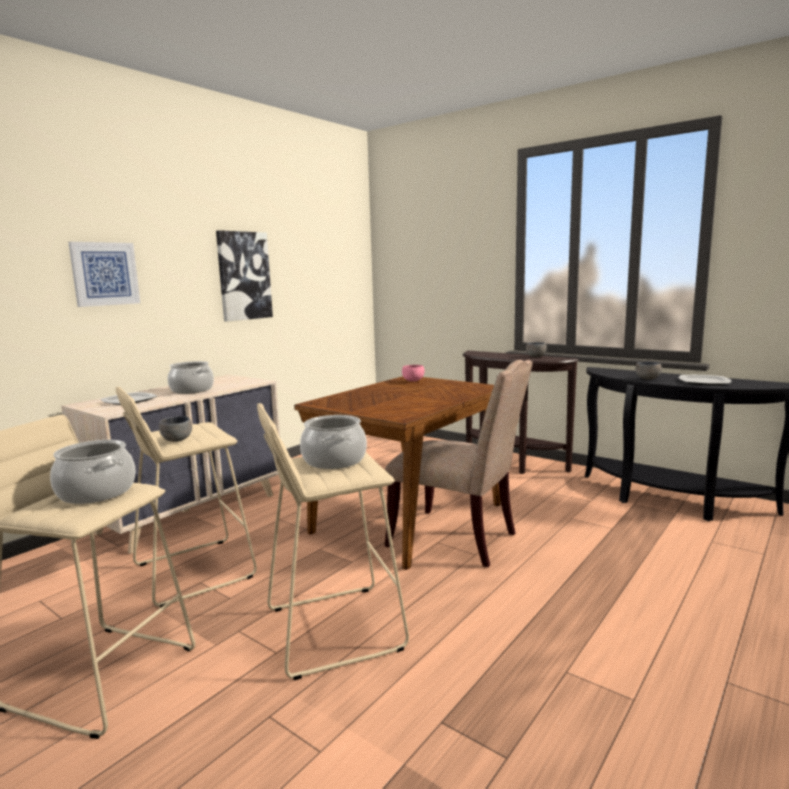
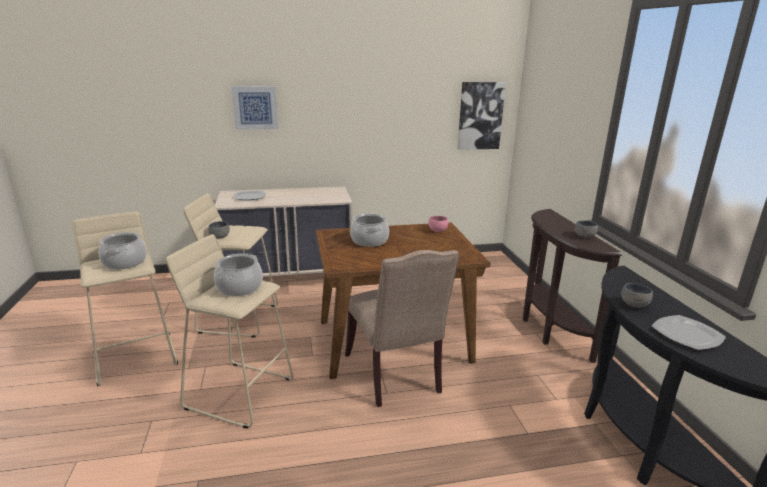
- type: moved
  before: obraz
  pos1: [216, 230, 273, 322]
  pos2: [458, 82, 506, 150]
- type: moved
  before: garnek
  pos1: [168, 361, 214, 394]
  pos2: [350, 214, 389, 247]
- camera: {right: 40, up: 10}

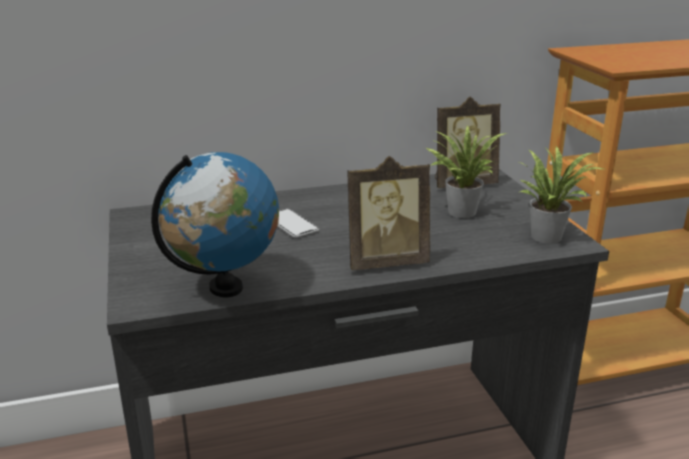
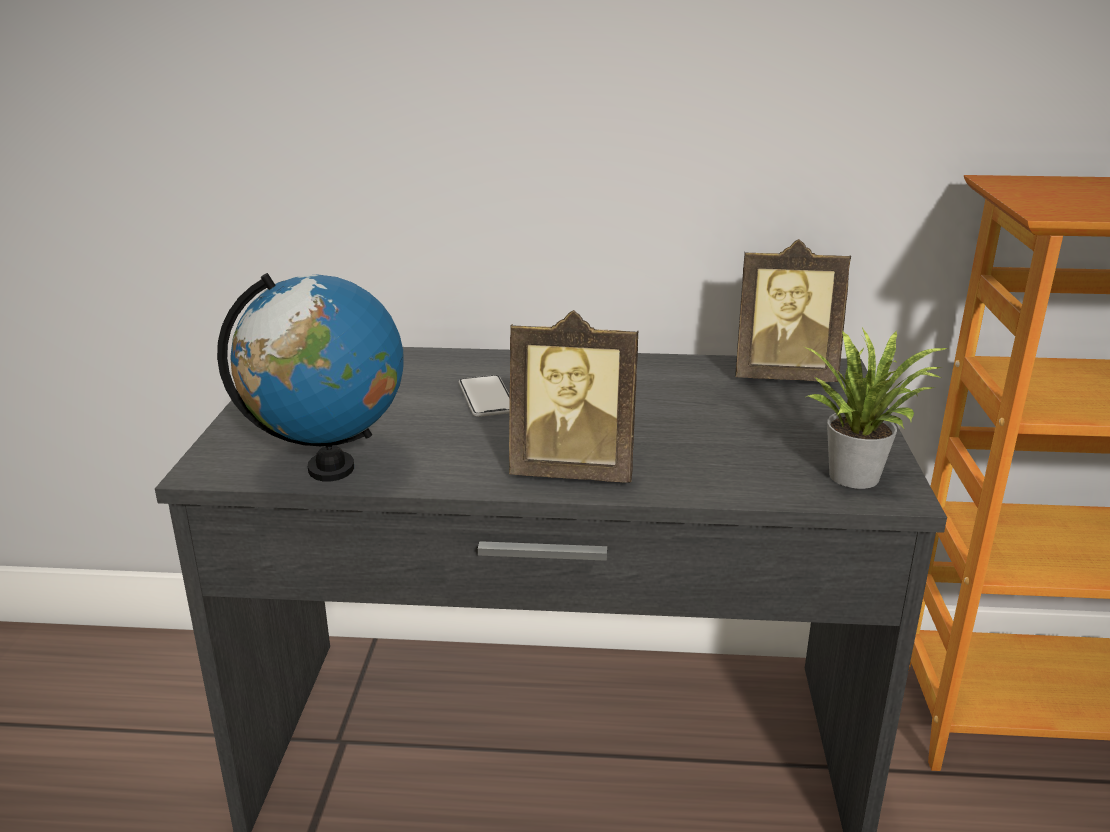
- type: removed
  before: roślina doniczkowa
  pos1: [426, 126, 507, 218]
- camera: {right: 20, up: 0}

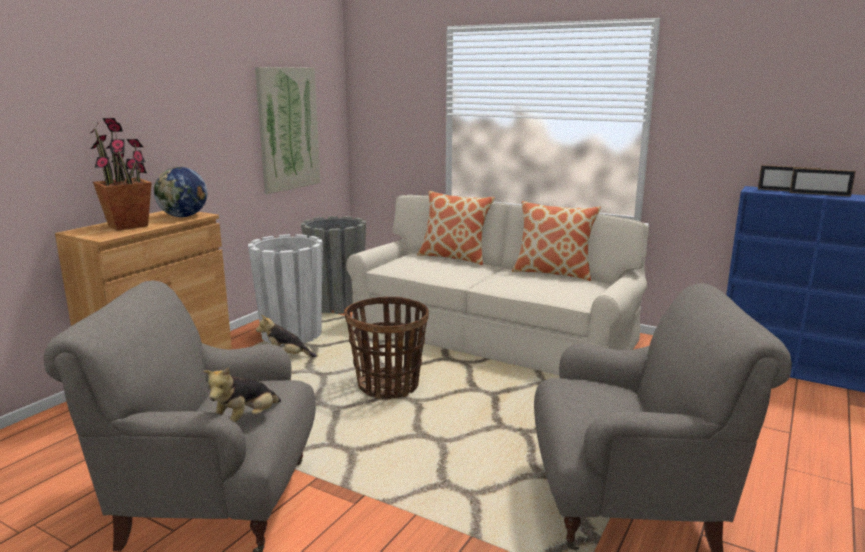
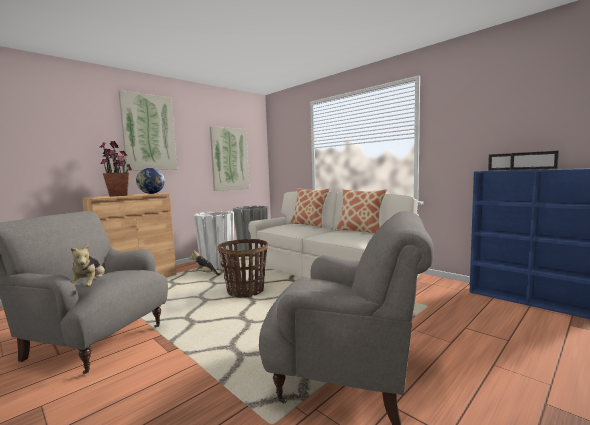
- type: turned
  before: pluszak
  pos1: [204, 367, 281, 423]
  pos2: [71, 244, 105, 287]
  turn: -60
- type: added
  after: obraz
  pos2: [118, 90, 177, 171]
- camera: {right: 15, up: -10}

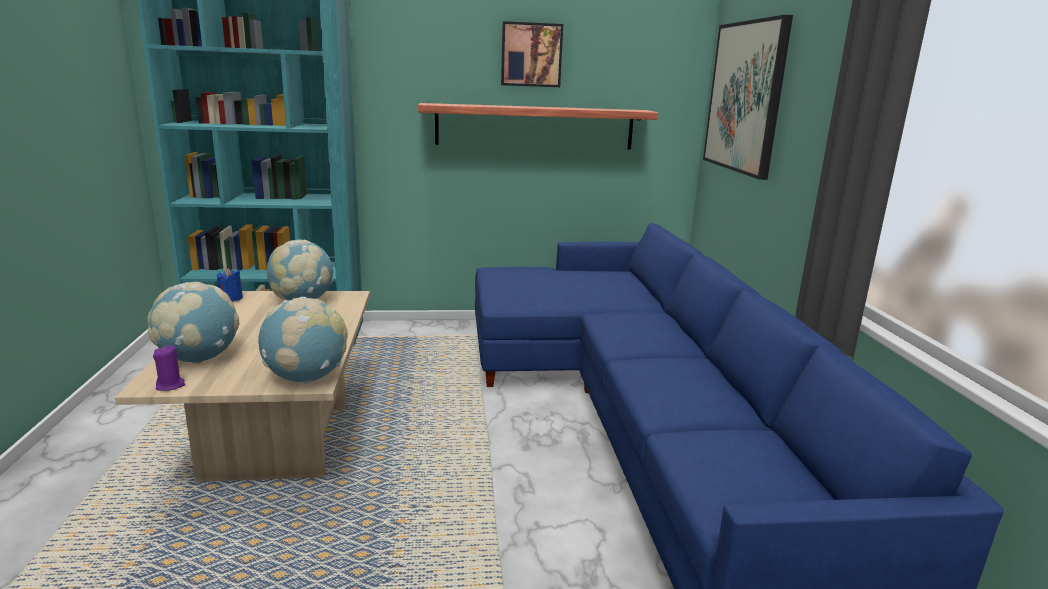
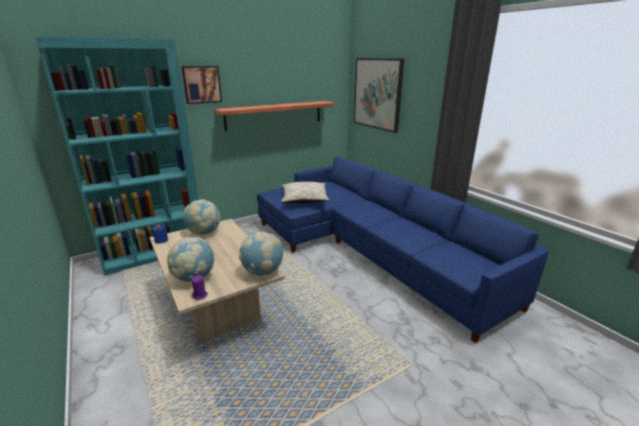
- type: moved
  before: obraz
  pos1: [501, 21, 563, 87]
  pos2: [181, 66, 222, 104]
- type: added
  after: poduszka [beżowy]
  pos2: [281, 182, 329, 203]
- camera: {right: -25, up: 5}

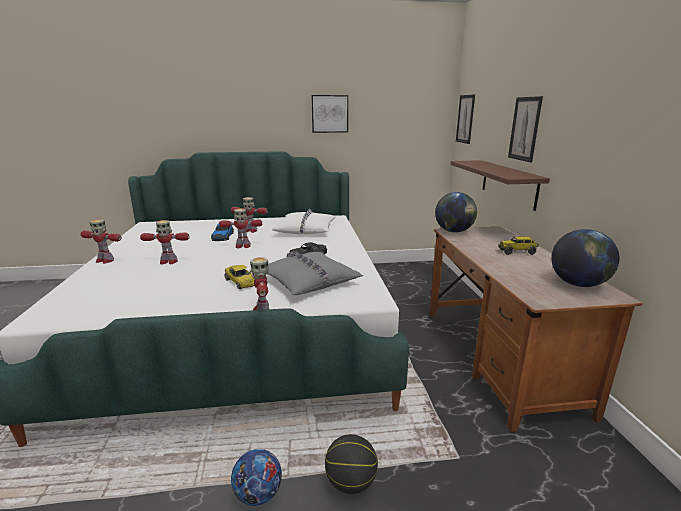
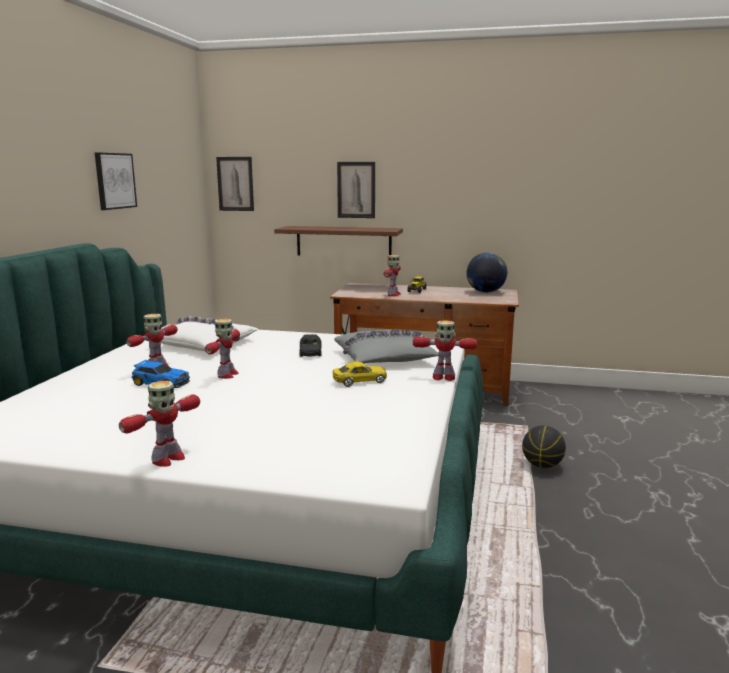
- type: removed
  before: globus
  pos1: [435, 192, 477, 232]
- type: moved
  before: robot zabawkowy
  pos1: [140, 220, 189, 265]
  pos2: [384, 255, 401, 296]
- type: removed
  before: piłka futbolowa
  pos1: [231, 449, 282, 506]
- camera: {right: -70, up: -5}

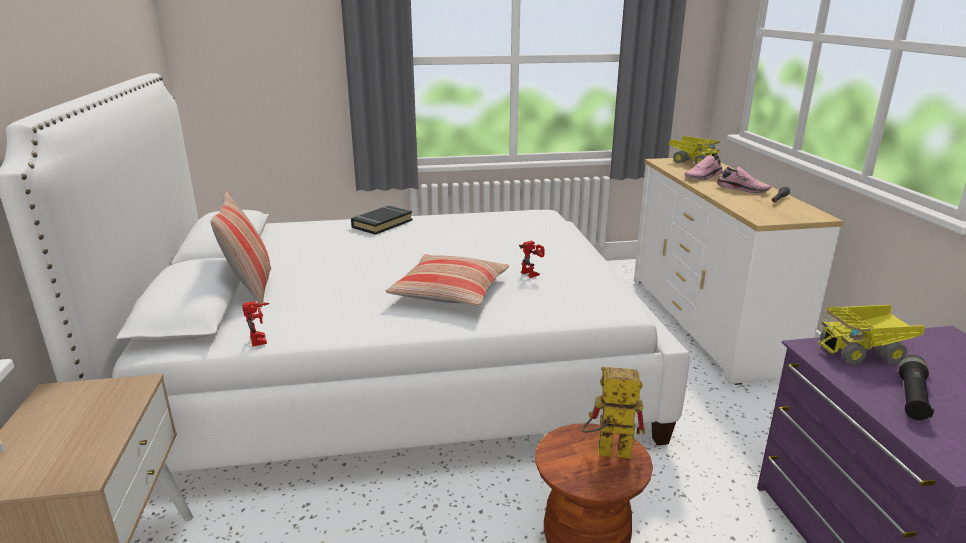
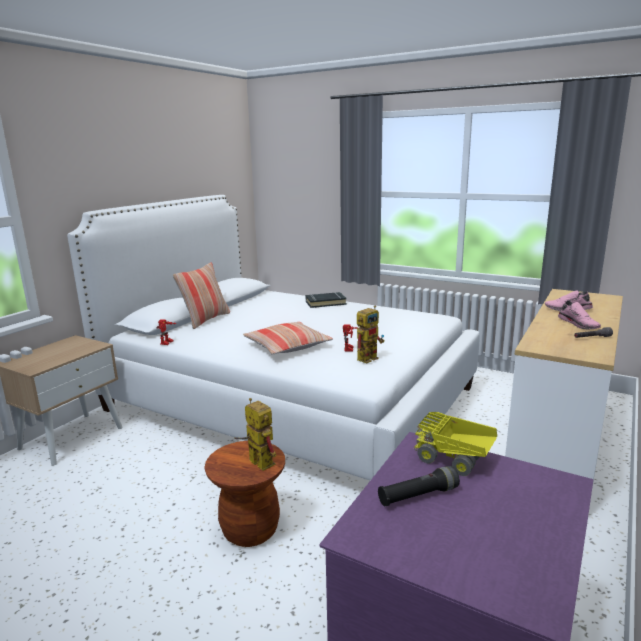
- type: removed
  before: ciężarówka zabawkowa
  pos1: [669, 136, 720, 165]
- type: added
  after: robot zabawkowy
  pos2: [357, 306, 385, 363]
- camera: {right: 40, up: -5}

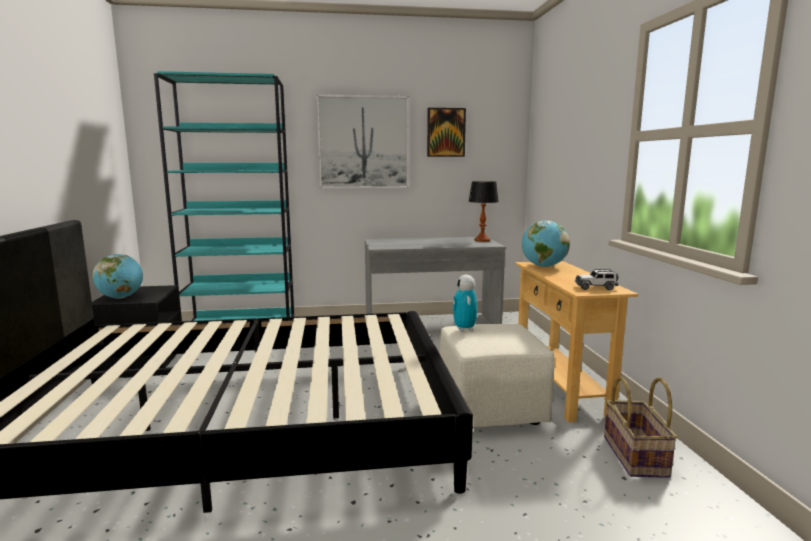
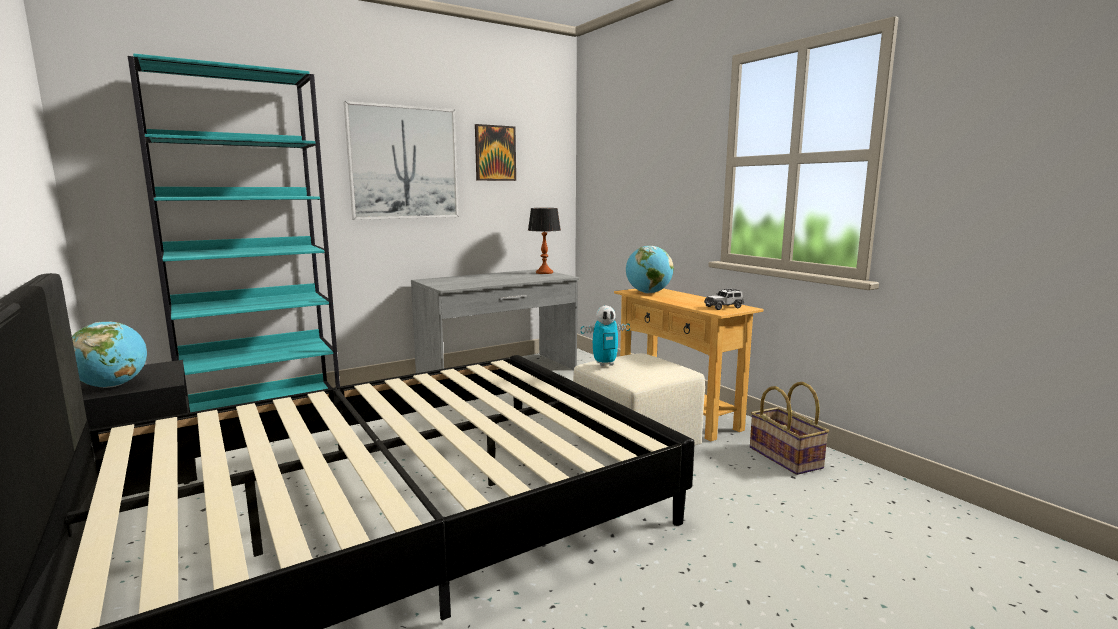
- type: turned
  before: robot zabawkowy
  pos1: [453, 275, 477, 331]
  pos2: [581, 306, 630, 366]
  turn: -75
- camera: {right: -25, up: 0}

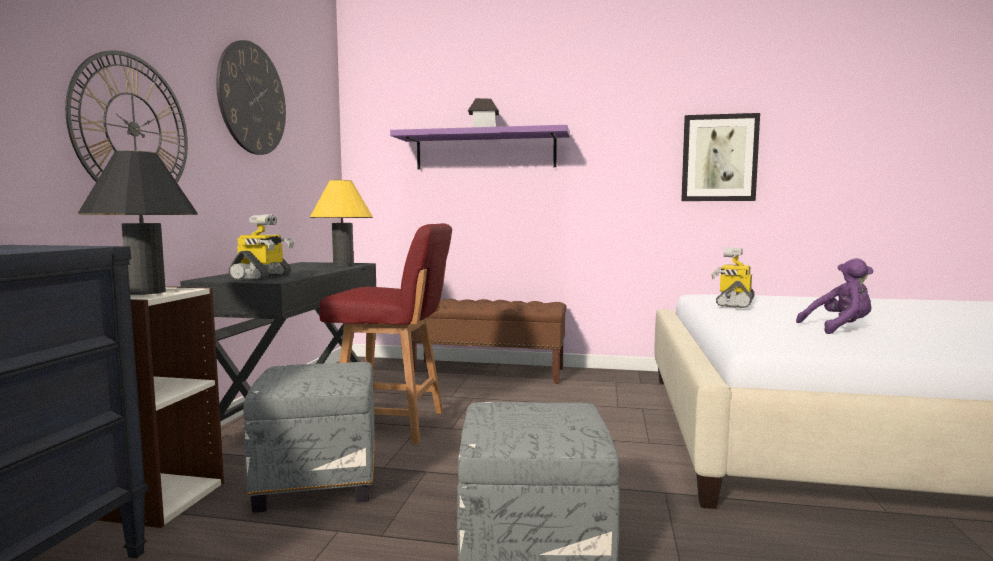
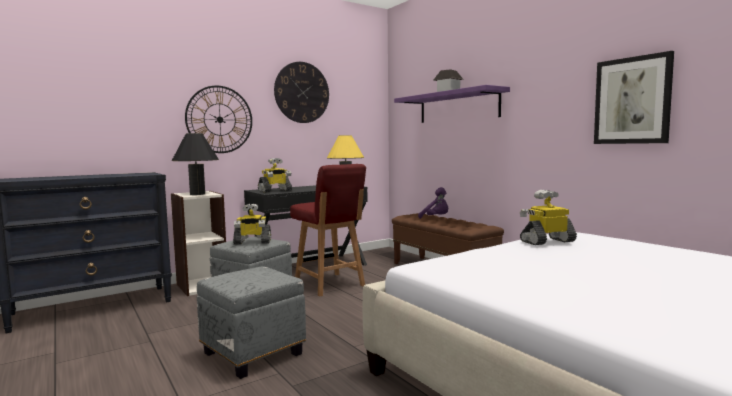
- type: moved
  before: pluszak [fioletowy]
  pos1: [796, 258, 874, 334]
  pos2: [418, 187, 448, 219]
- type: added
  after: robot zabawkowy
  pos2: [233, 204, 271, 245]
- camera: {right: 45, up: 0}

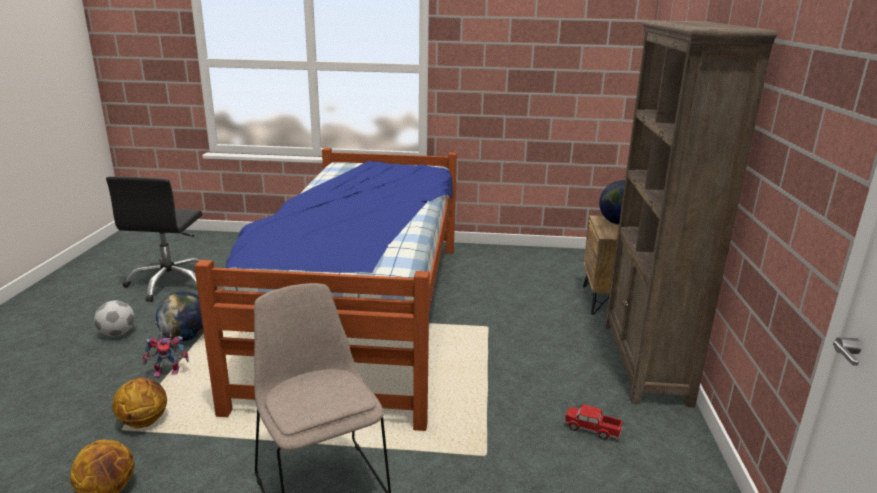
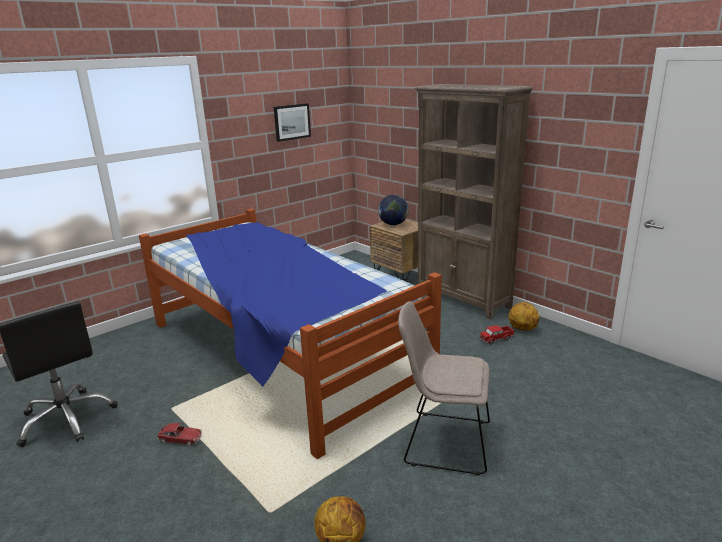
- type: replaced
  before: globus
  after: samochodzik
  pos1: [156, 291, 203, 341]
  pos2: [157, 423, 202, 446]
- type: removed
  before: piłka futbolowa
  pos1: [94, 300, 135, 337]
- type: removed
  before: robot zabawkowy
  pos1: [143, 322, 189, 378]
- type: moved
  before: piłka do koszykówki
  pos1: [112, 378, 167, 429]
  pos2: [509, 302, 539, 331]
- type: added
  after: obraz
  pos2: [274, 103, 311, 142]
- camera: {right: -45, up: 0}

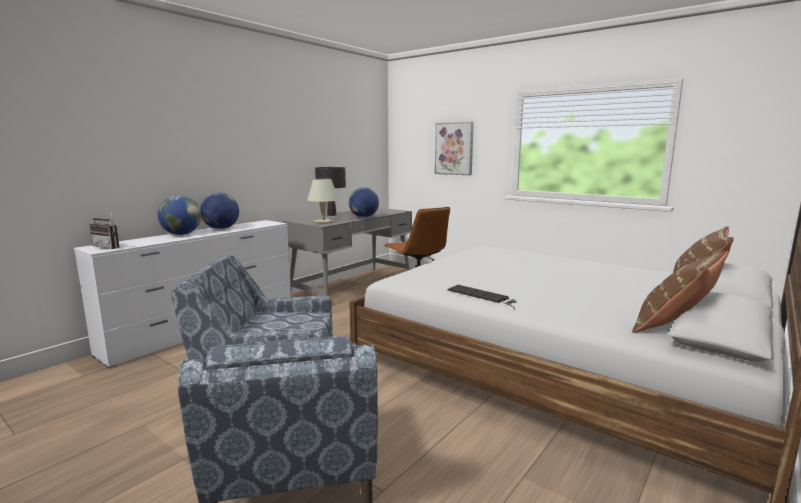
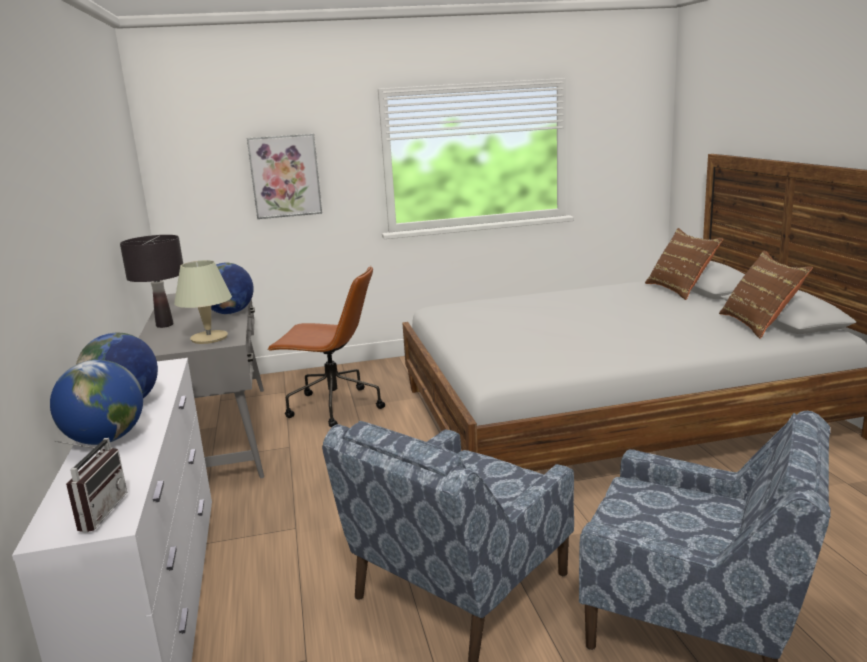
- type: turned
  before: radio
  pos1: [89, 212, 120, 249]
  pos2: [54, 438, 127, 532]
  turn: -60
- type: removed
  before: klawiatura
  pos1: [447, 285, 516, 309]
- camera: {right: -50, up: 5}

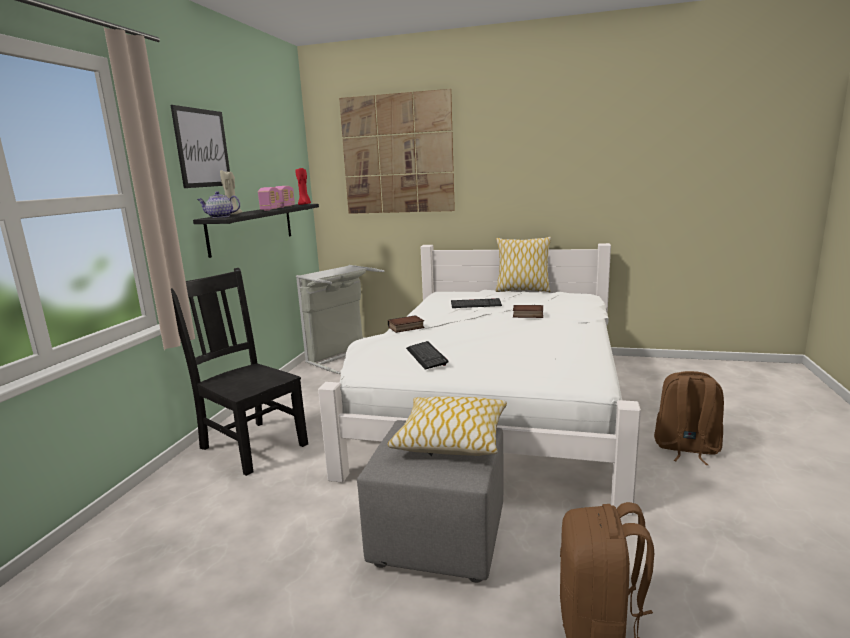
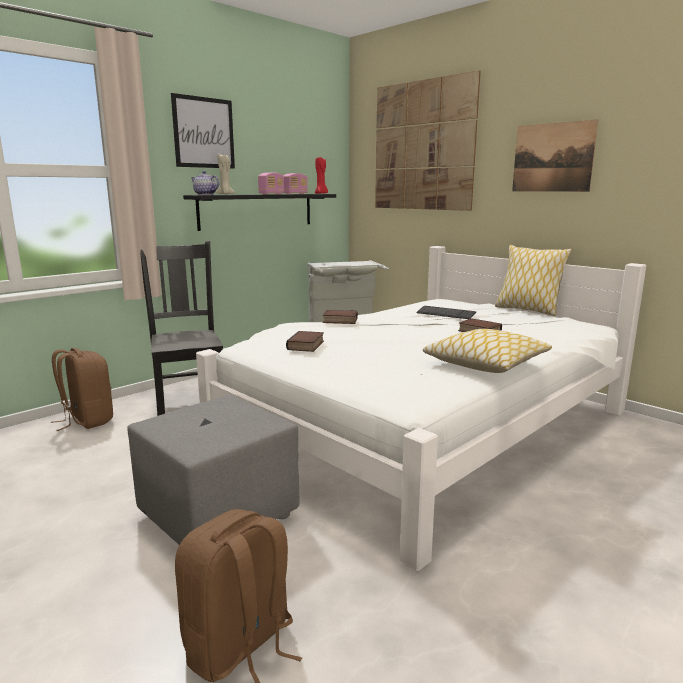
- type: replaced
  before: klawiatura
  after: książka
  pos1: [406, 341, 449, 369]
  pos2: [286, 331, 324, 352]
- type: moved
  before: plecak [brązowy]
  pos1: [654, 371, 724, 465]
  pos2: [51, 348, 113, 431]
- type: moved
  before: poduszka
  pos1: [387, 396, 507, 456]
  pos2: [423, 329, 552, 373]
- type: added
  after: obraz
  pos2: [512, 119, 598, 192]
- camera: {right: 30, up: 0}

